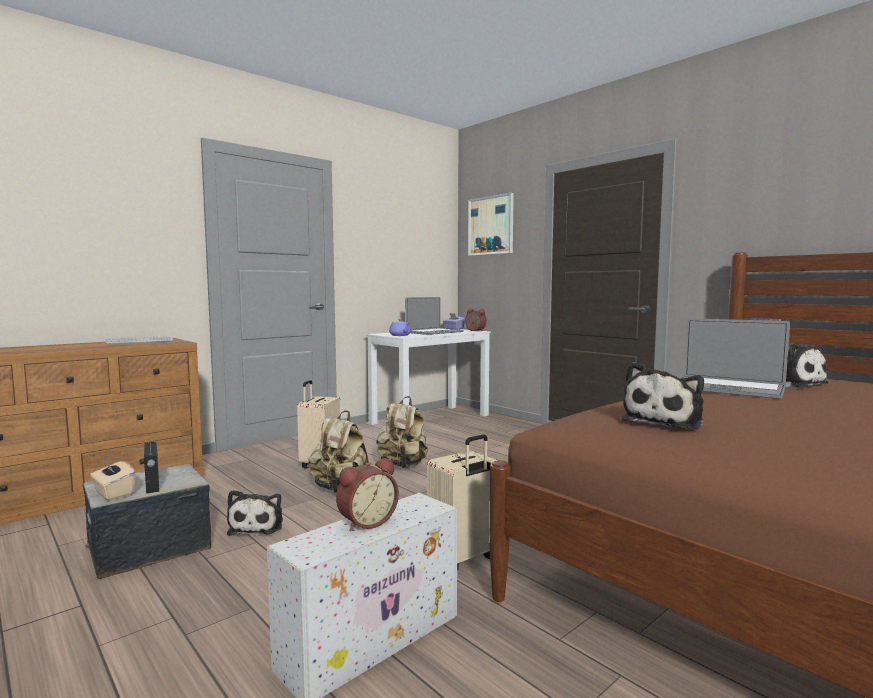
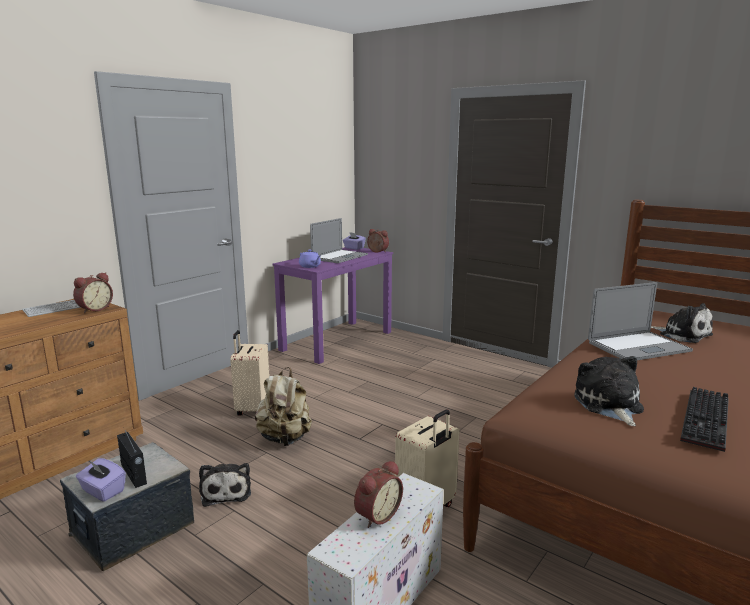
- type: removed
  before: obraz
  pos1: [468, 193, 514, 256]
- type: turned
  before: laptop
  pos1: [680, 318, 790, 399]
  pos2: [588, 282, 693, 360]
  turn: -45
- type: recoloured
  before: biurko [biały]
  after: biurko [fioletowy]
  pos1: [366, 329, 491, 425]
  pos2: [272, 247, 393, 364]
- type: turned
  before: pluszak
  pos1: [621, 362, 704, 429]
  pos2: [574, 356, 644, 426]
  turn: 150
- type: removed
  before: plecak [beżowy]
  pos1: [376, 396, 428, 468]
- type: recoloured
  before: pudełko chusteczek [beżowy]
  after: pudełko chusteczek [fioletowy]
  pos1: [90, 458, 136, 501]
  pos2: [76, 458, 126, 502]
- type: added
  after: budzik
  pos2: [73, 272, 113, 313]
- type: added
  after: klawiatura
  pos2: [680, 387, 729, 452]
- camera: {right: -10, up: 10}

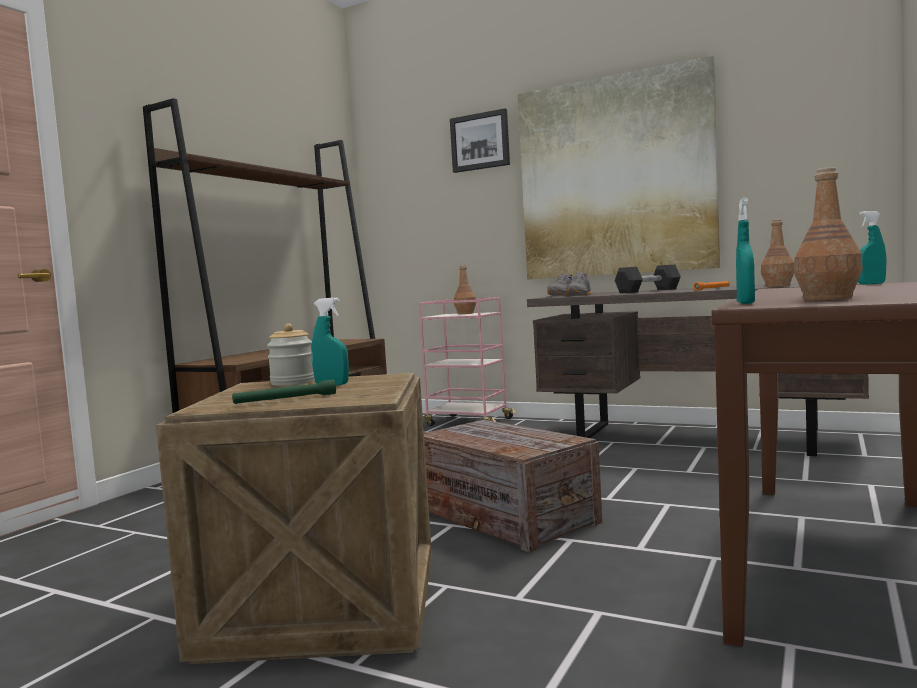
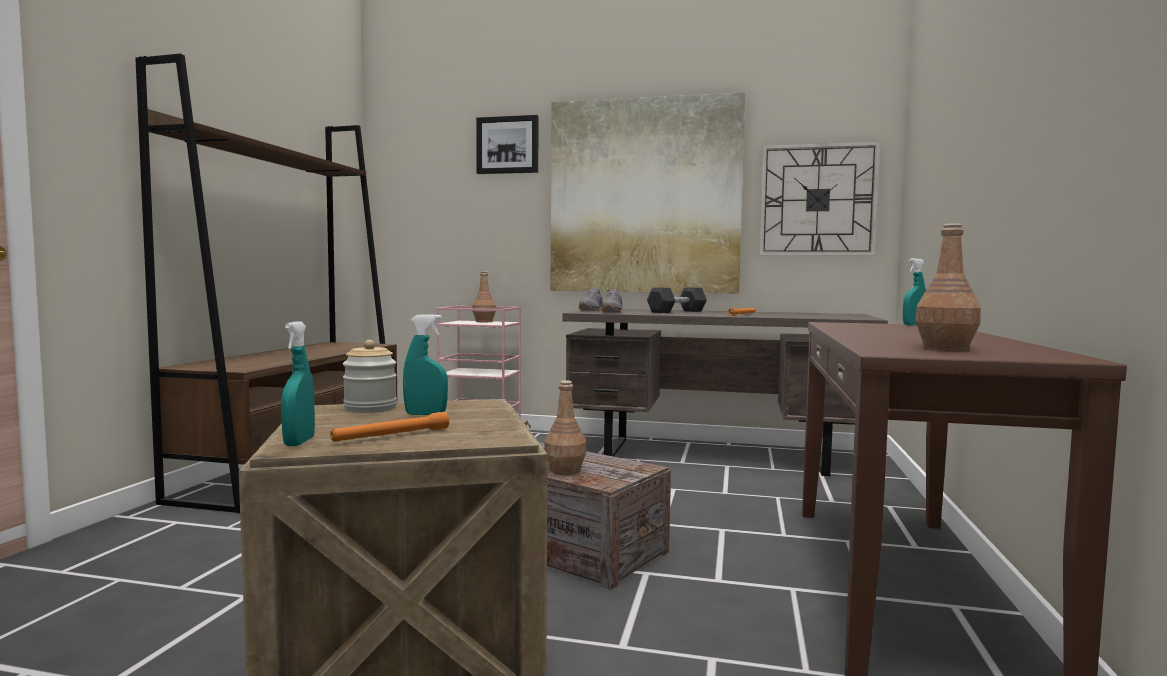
- type: moved
  before: spryskiwacz [turkusowy]
  pos1: [736, 197, 755, 304]
  pos2: [281, 321, 315, 446]
- type: moved
  before: butelka [brązowy]
  pos1: [761, 219, 794, 287]
  pos2: [544, 380, 586, 475]
- type: recoloured
  before: latarka [zielony]
  after: latarka [pomarańczowy]
  pos1: [232, 380, 336, 404]
  pos2: [330, 412, 449, 442]
- type: added
  after: zegar ścienny
  pos2: [759, 141, 880, 256]
- camera: {right: -15, up: 0}

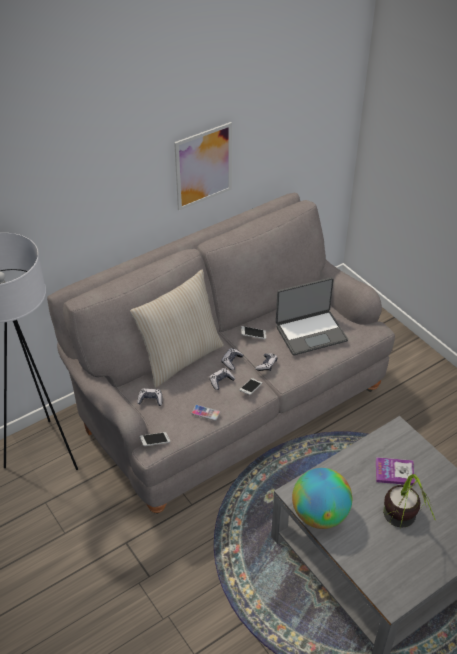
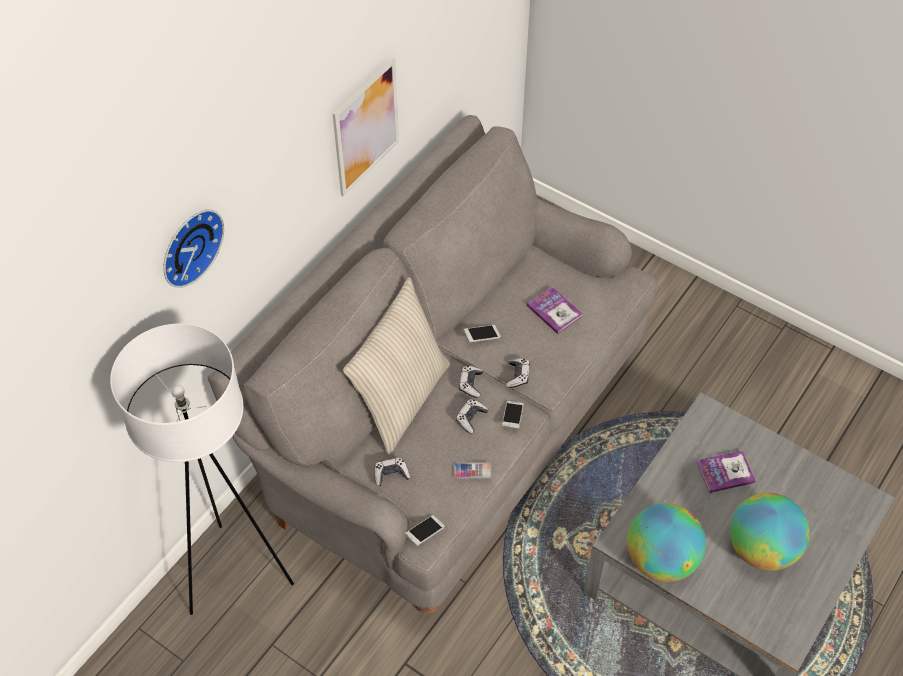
- type: replaced
  before: laptop
  after: książka
  pos1: [276, 277, 348, 356]
  pos2: [527, 287, 583, 334]
- type: replaced
  before: roślina doniczkowa
  after: globus
  pos1: [383, 474, 436, 528]
  pos2: [730, 493, 810, 571]
- type: added
  after: zegar ścienny
  pos2: [163, 210, 224, 288]
- camera: {right: -20, up: 10}

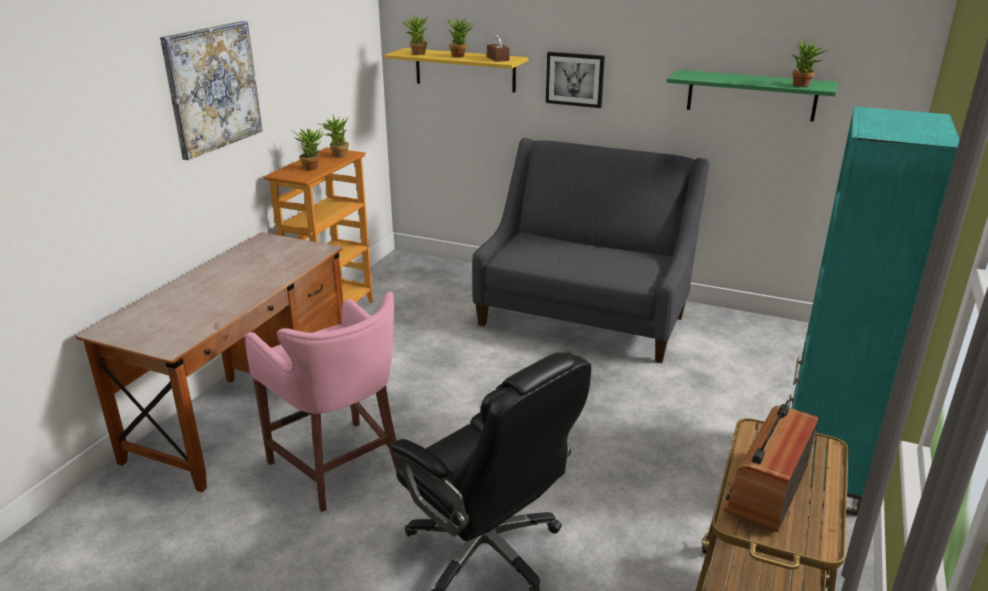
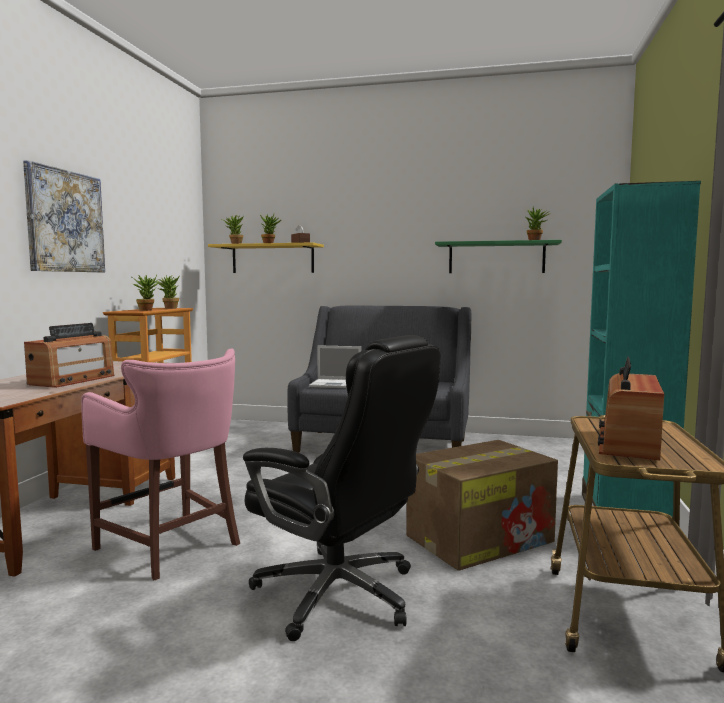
- type: removed
  before: obraz
  pos1: [546, 52, 605, 108]
- type: added
  after: radio
  pos2: [24, 323, 114, 388]
- type: added
  after: laptop
  pos2: [309, 345, 361, 388]
- type: added
  after: karton
  pos2: [406, 440, 558, 571]
- camera: {right: -10, up: -20}

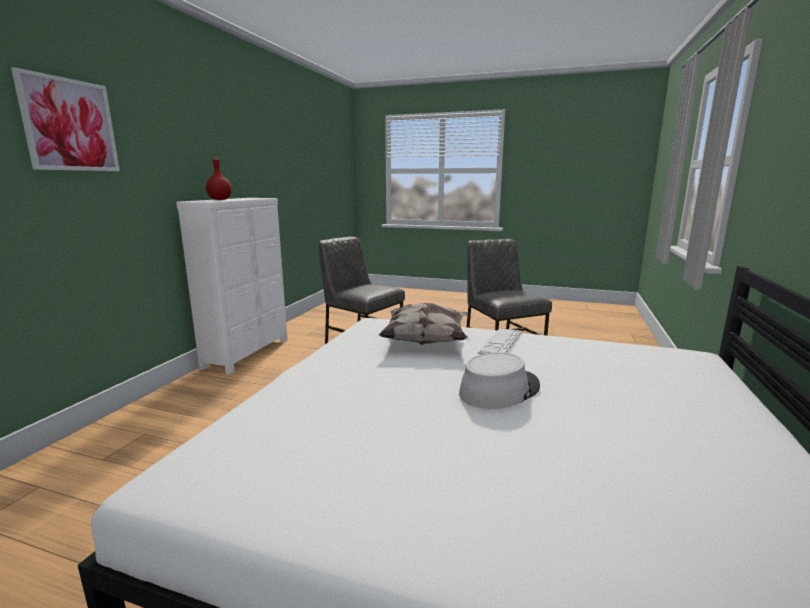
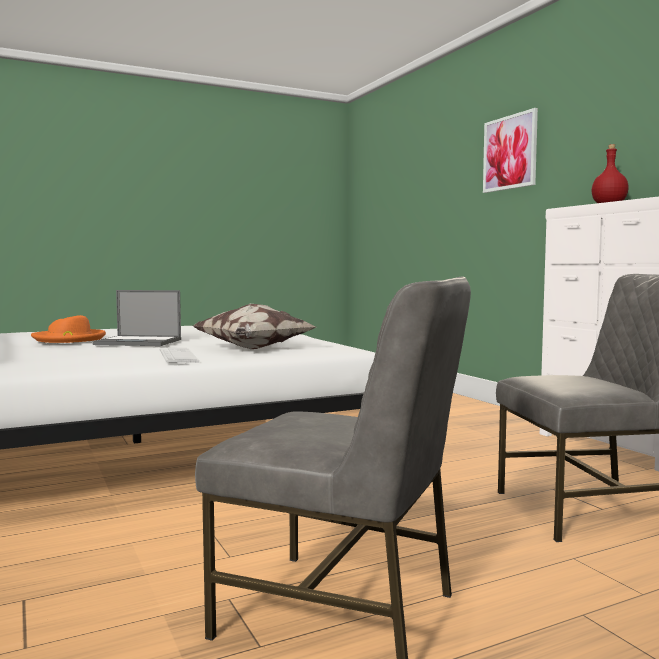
- type: replaced
  before: kapelusz [szary]
  after: laptop
  pos1: [459, 352, 540, 409]
  pos2: [92, 290, 181, 346]
- type: added
  after: kapelusz [pomarańczowy]
  pos2: [31, 315, 106, 343]
- camera: {right: 135, up: -10}

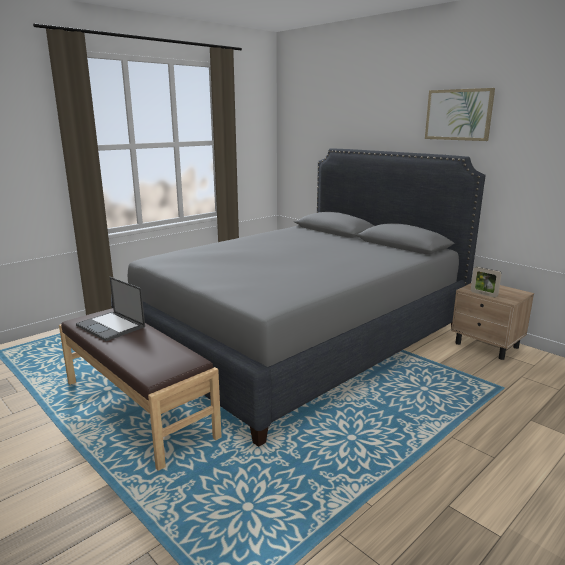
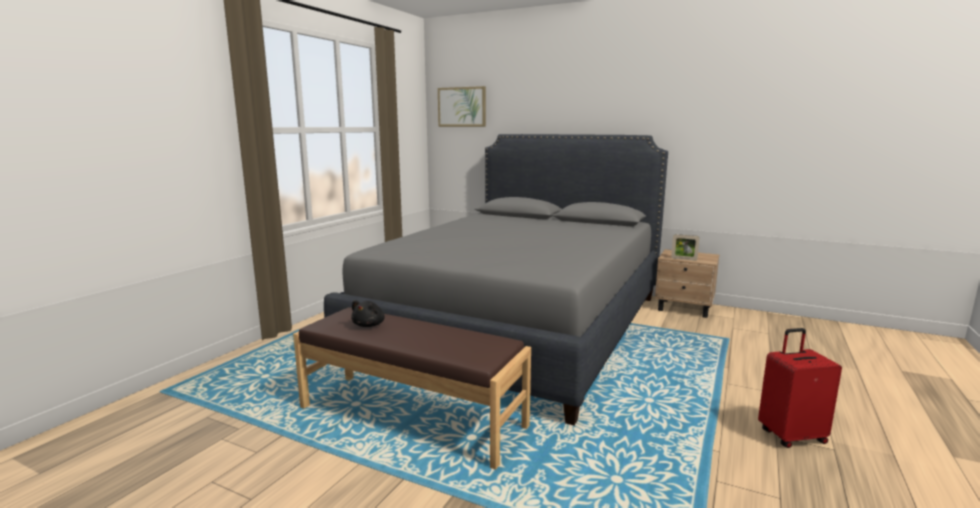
- type: moved
  before: obraz
  pos1: [425, 88, 495, 141]
  pos2: [438, 86, 486, 127]
- type: replaced
  before: laptop
  after: pluszak [czarny]
  pos1: [76, 277, 145, 341]
  pos2: [351, 300, 385, 327]
- type: added
  after: walizka [czerwony]
  pos2: [758, 328, 842, 448]
- camera: {right: -20, up: -5}

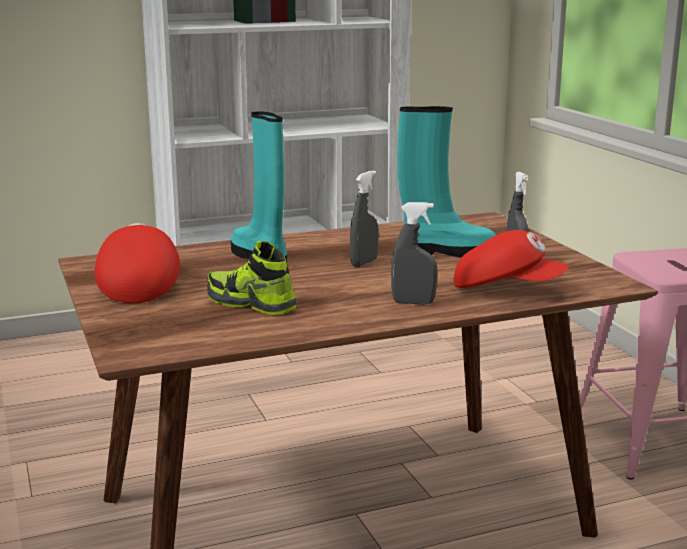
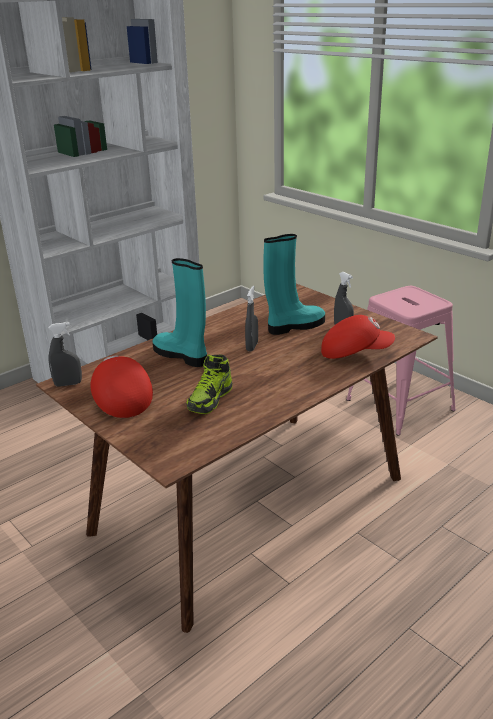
- type: moved
  before: spryskiwacz [szary]
  pos1: [391, 202, 438, 305]
  pos2: [48, 322, 82, 387]
- type: turned
  before: but
  pos1: [207, 241, 296, 315]
  pos2: [186, 354, 233, 414]
  turn: -75
- camera: {right: -20, up: 10}

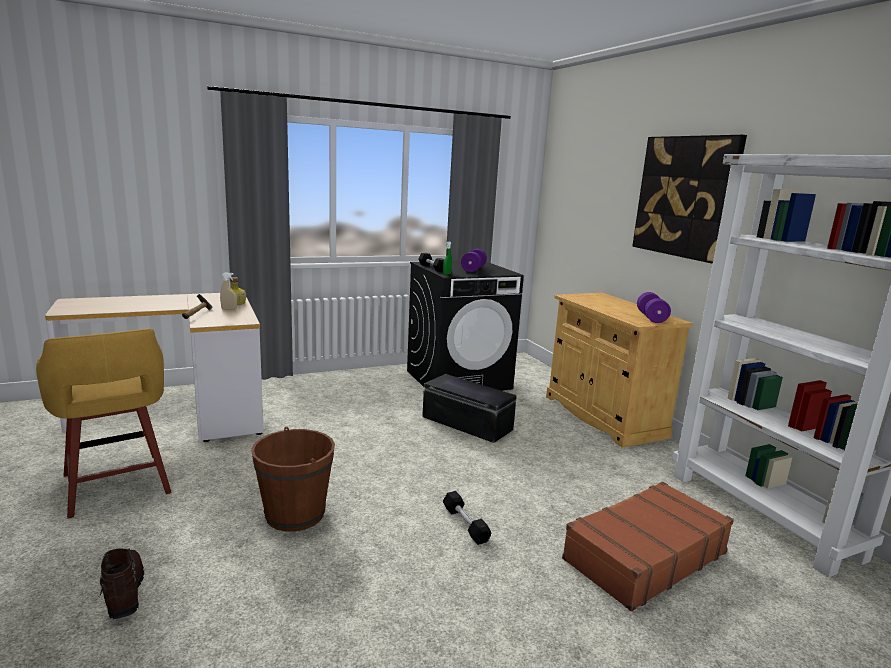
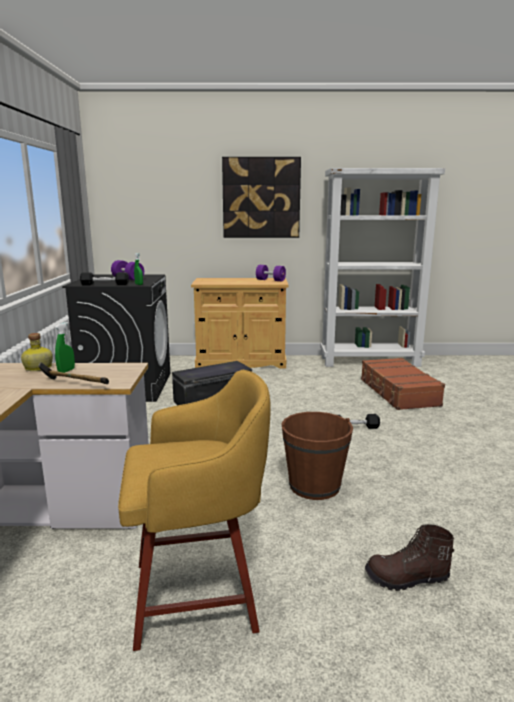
- type: recoloured
  before: spryskiwacz [beżowy]
  after: spryskiwacz [zielony]
  pos1: [220, 273, 237, 310]
  pos2: [55, 322, 75, 373]
- camera: {right: -65, up: 0}

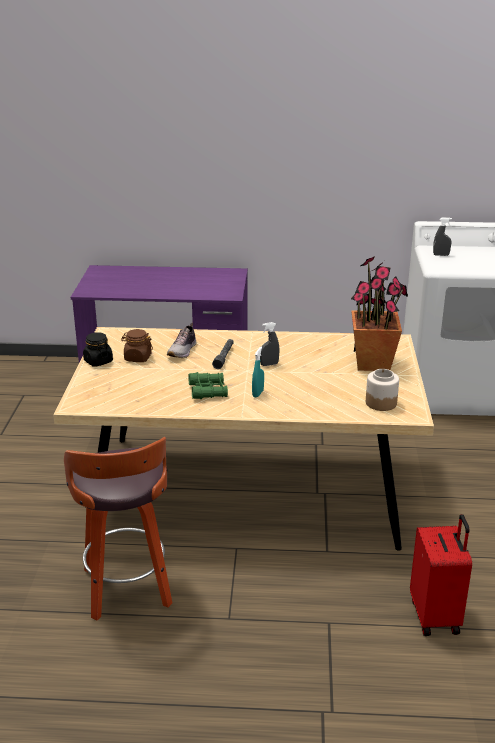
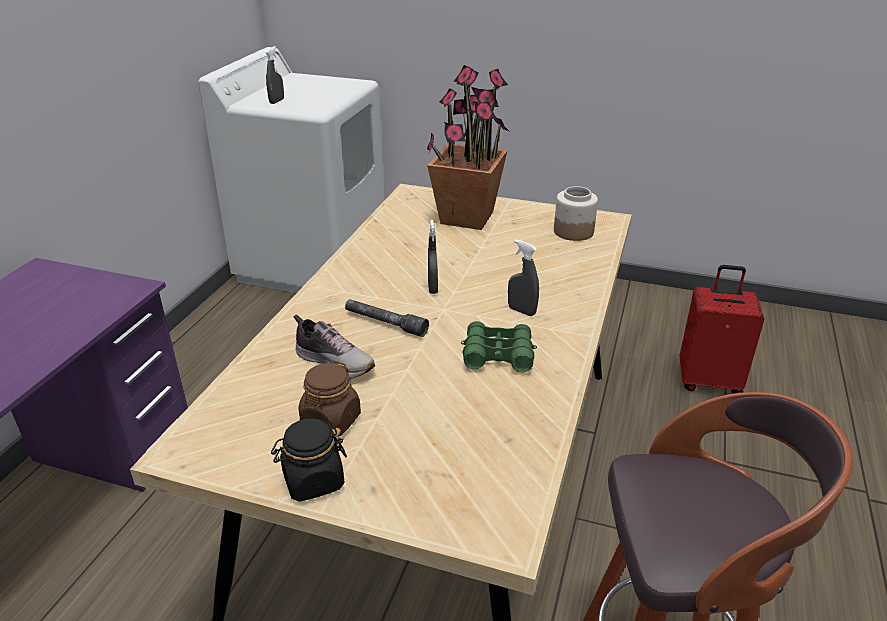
- type: recoloured
  before: spryskiwacz [turkusowy]
  after: spryskiwacz [szary]
  pos1: [252, 347, 264, 397]
  pos2: [508, 240, 539, 316]
- camera: {right: -75, up: 5}

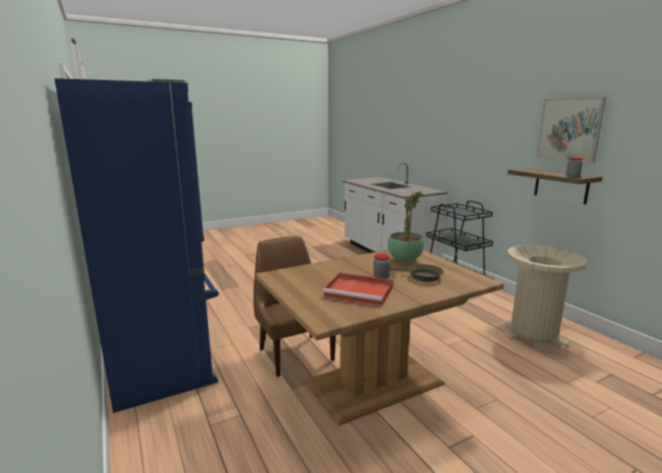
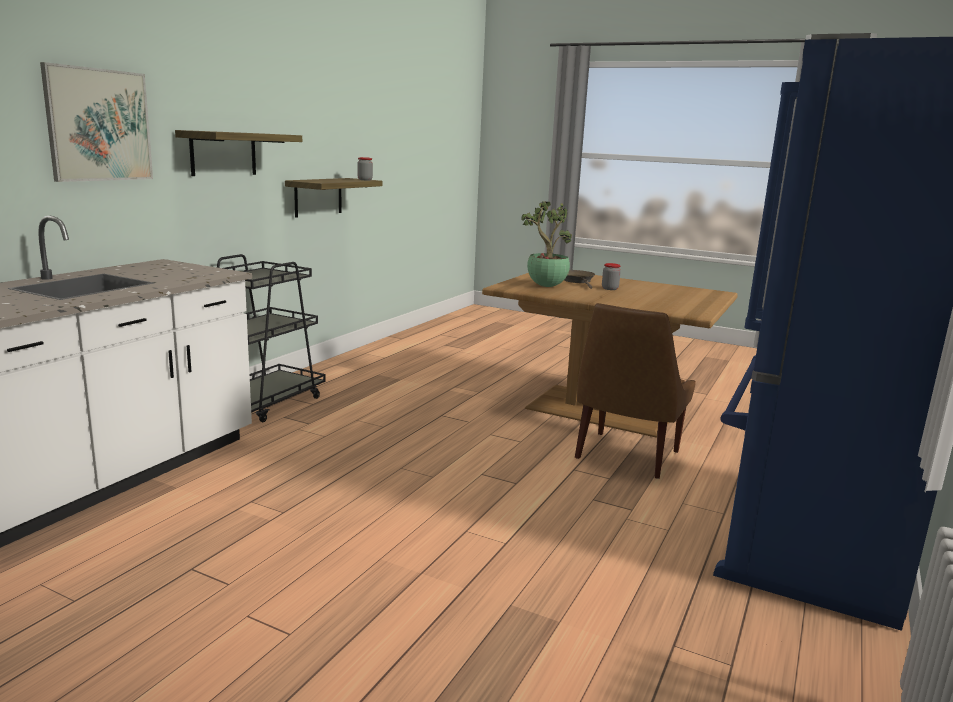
- type: moved
  before: obraz
  pos1: [536, 97, 606, 163]
  pos2: [40, 62, 153, 182]
- type: removed
  before: kosz na śmieci [beżowy]
  pos1: [504, 244, 588, 351]
- type: removed
  before: taca [czerwony]
  pos1: [323, 272, 394, 306]
- type: added
  after: półka
  pos2: [175, 130, 302, 176]
- camera: {right: -125, up: 0}

